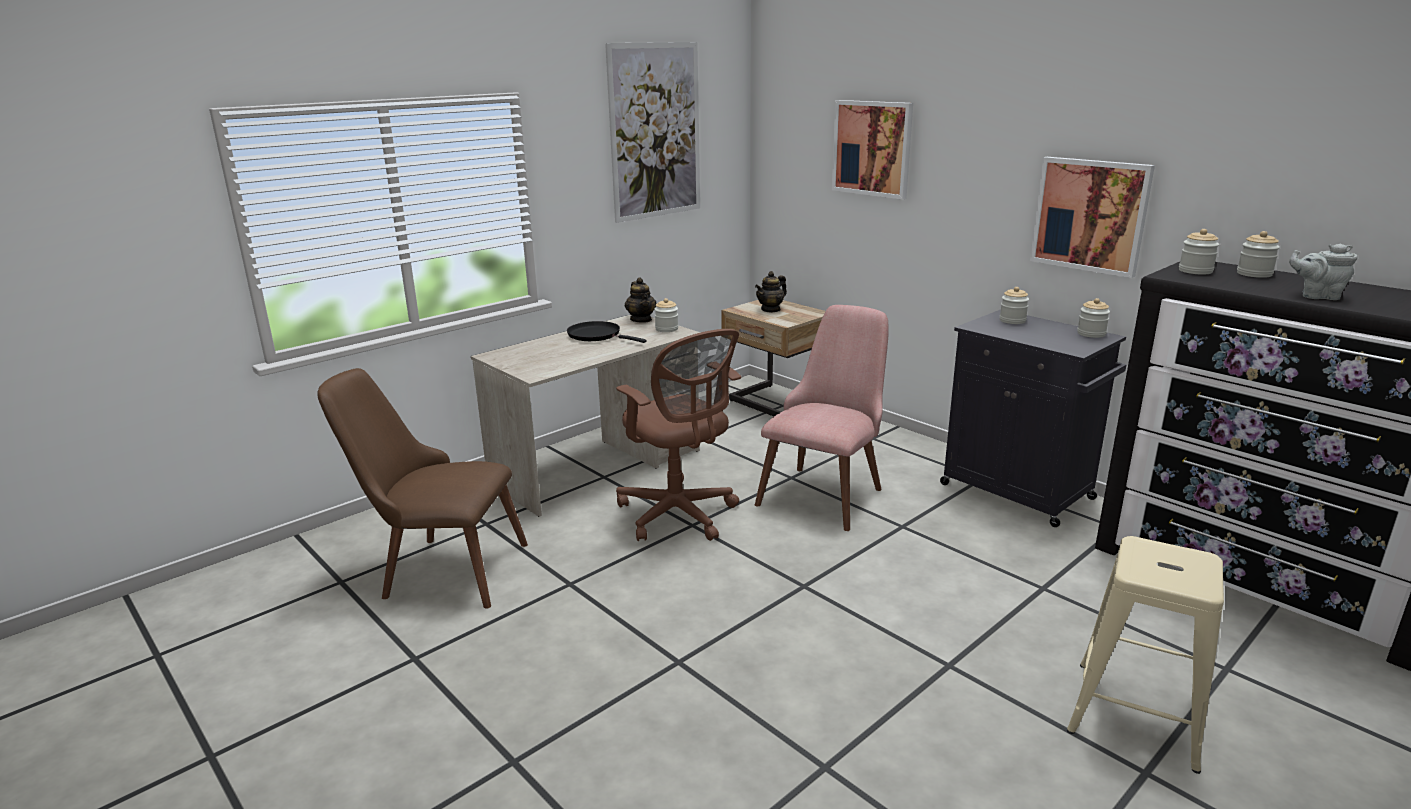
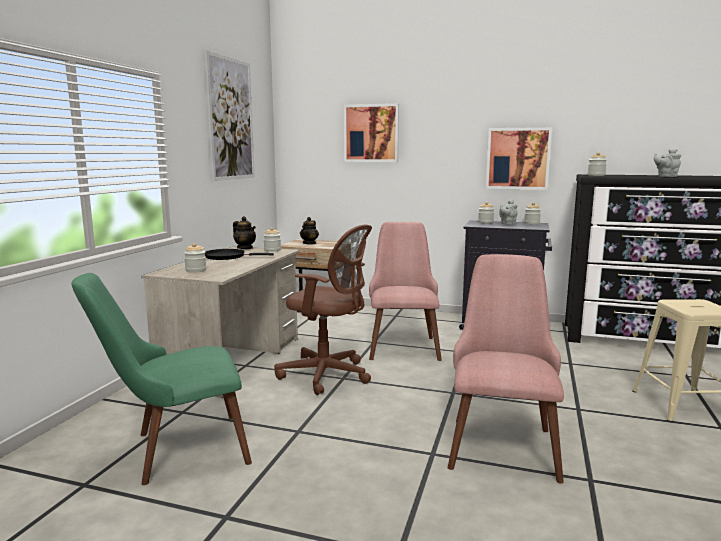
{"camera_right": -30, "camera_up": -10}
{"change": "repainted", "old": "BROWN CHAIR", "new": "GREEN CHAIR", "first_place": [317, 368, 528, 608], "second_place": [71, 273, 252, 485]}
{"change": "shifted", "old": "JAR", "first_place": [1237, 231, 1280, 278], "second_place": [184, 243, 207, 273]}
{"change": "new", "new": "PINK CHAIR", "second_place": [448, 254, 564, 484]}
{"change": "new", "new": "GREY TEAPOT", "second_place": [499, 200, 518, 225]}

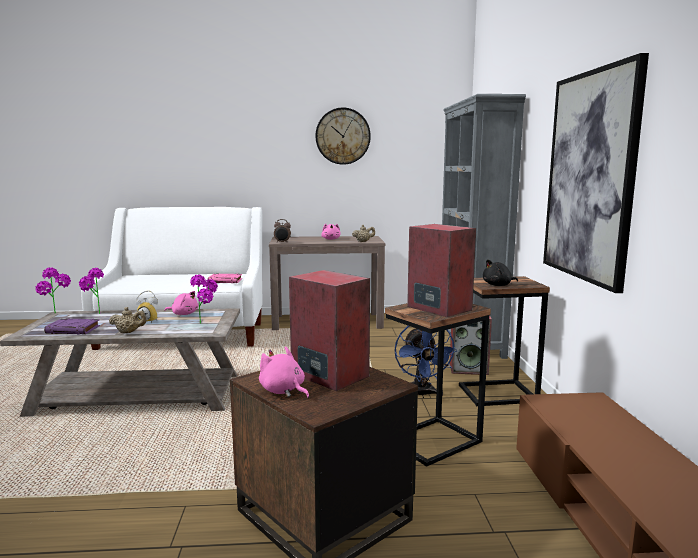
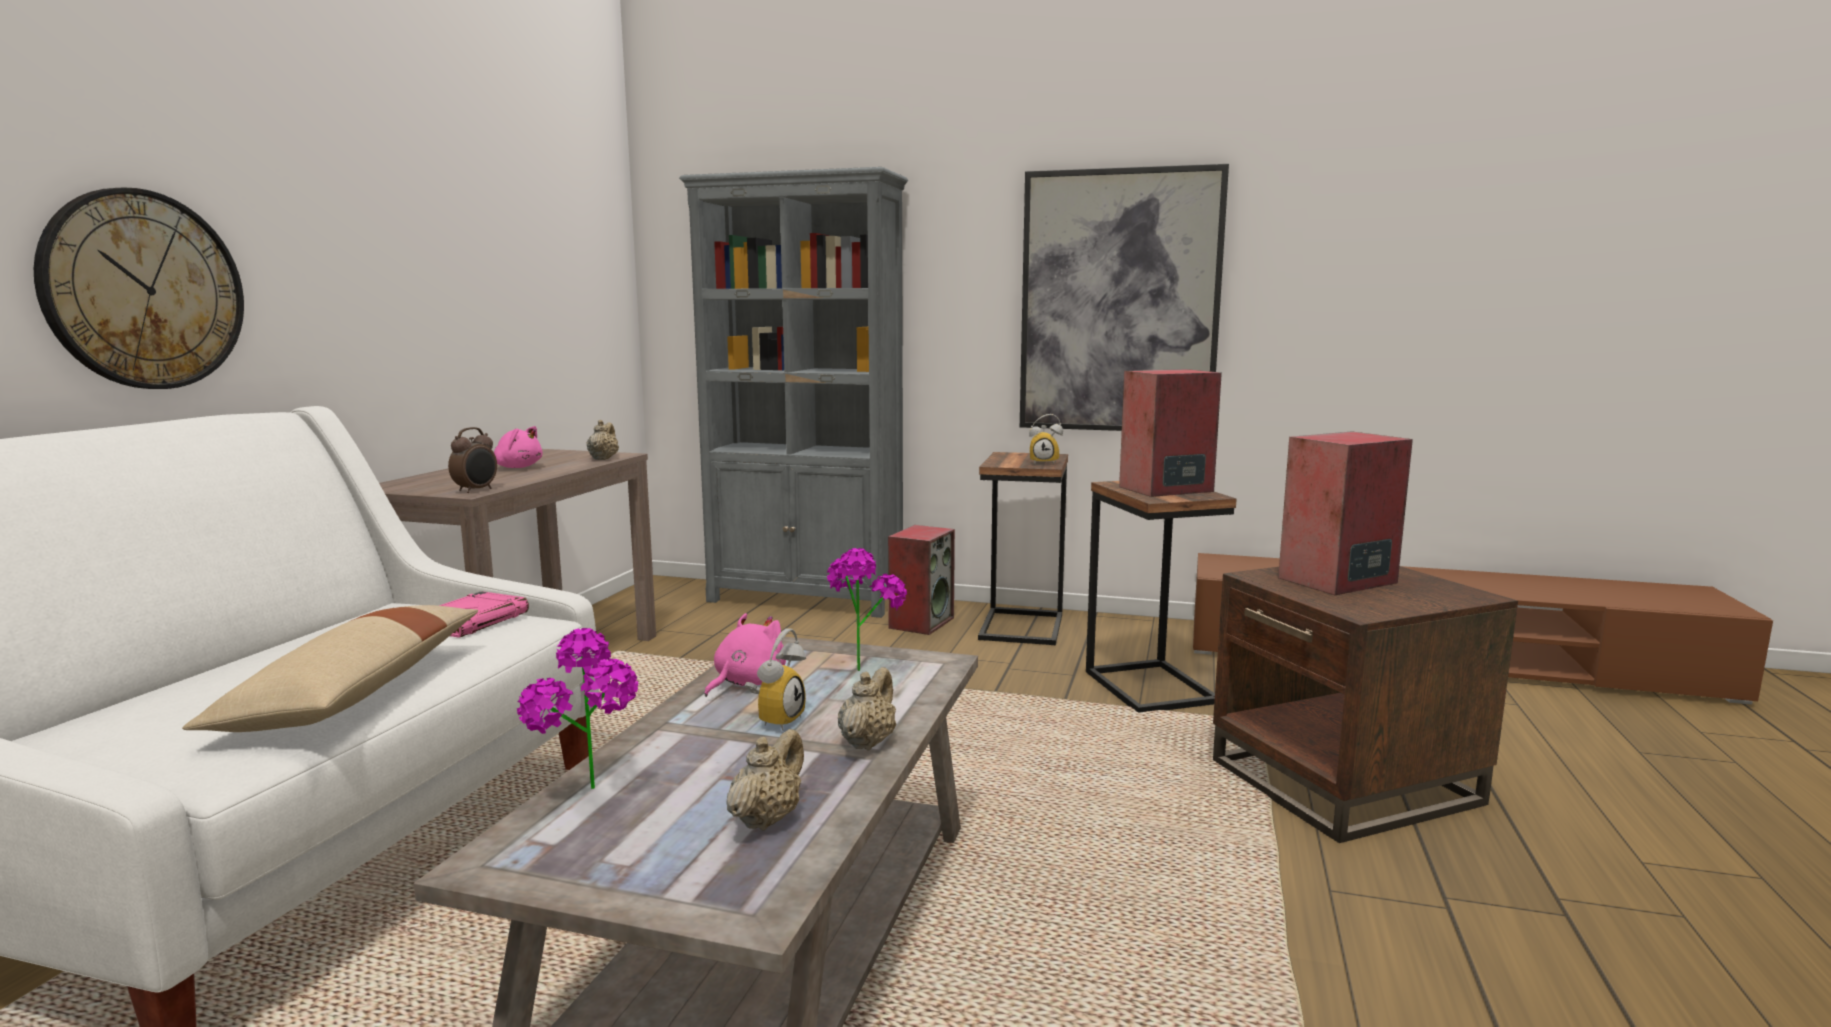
{"camera_right": -70, "camera_up": 0}
{"change": "shifted", "old": "WALL CLOCK", "first_place": [316, 107, 371, 165], "second_place": [34, 188, 244, 389]}
{"change": "new", "new": "BEIGE PILLOW", "second_place": [182, 605, 478, 732]}
{"change": "swapped", "old": "PURPLE BOOK", "new": "BEIGE TEAPOT", "first_place": [44, 318, 100, 334], "second_place": [726, 729, 804, 831]}
{"change": "swapped", "old": "BLACK PLUSH TOY", "new": "ALARM CLOCK", "first_place": [483, 259, 518, 286], "second_place": [1029, 414, 1063, 465]}
{"change": "gone", "old": "POTTED PLANT", "first_place": [35, 267, 71, 314]}
{"change": "gone", "old": "PINK PLUSH TOY", "first_place": [259, 346, 309, 398]}
{"change": "gone", "old": "BLUE FAN", "first_place": [395, 326, 457, 398]}

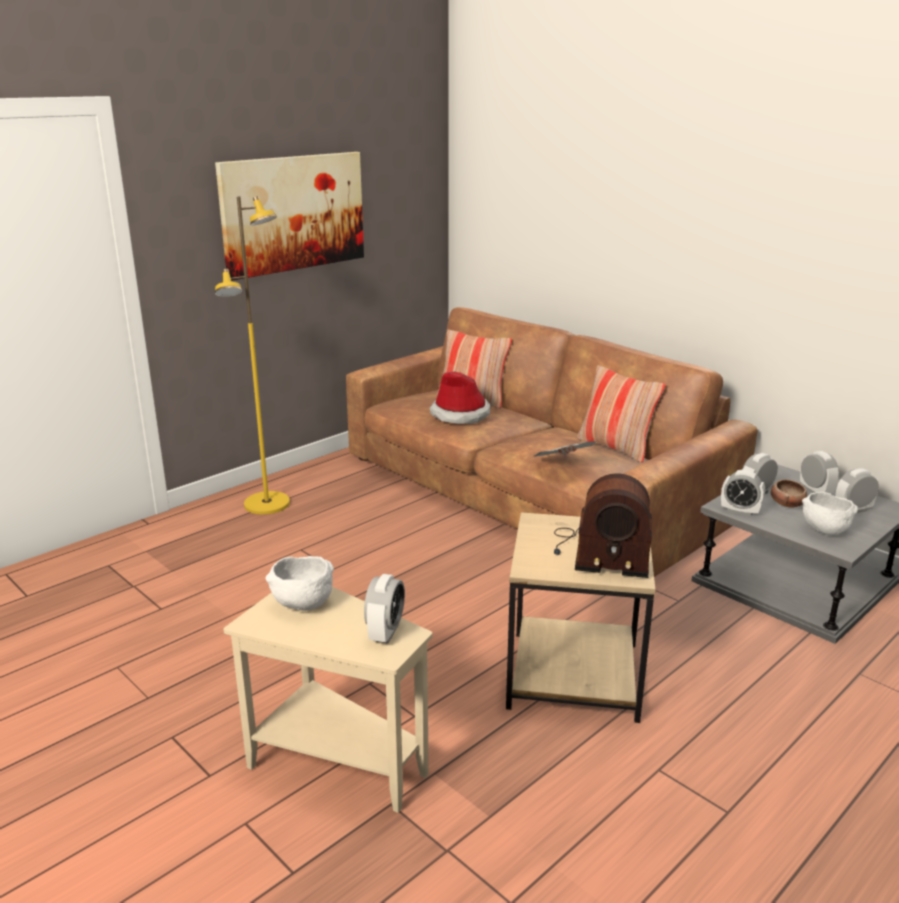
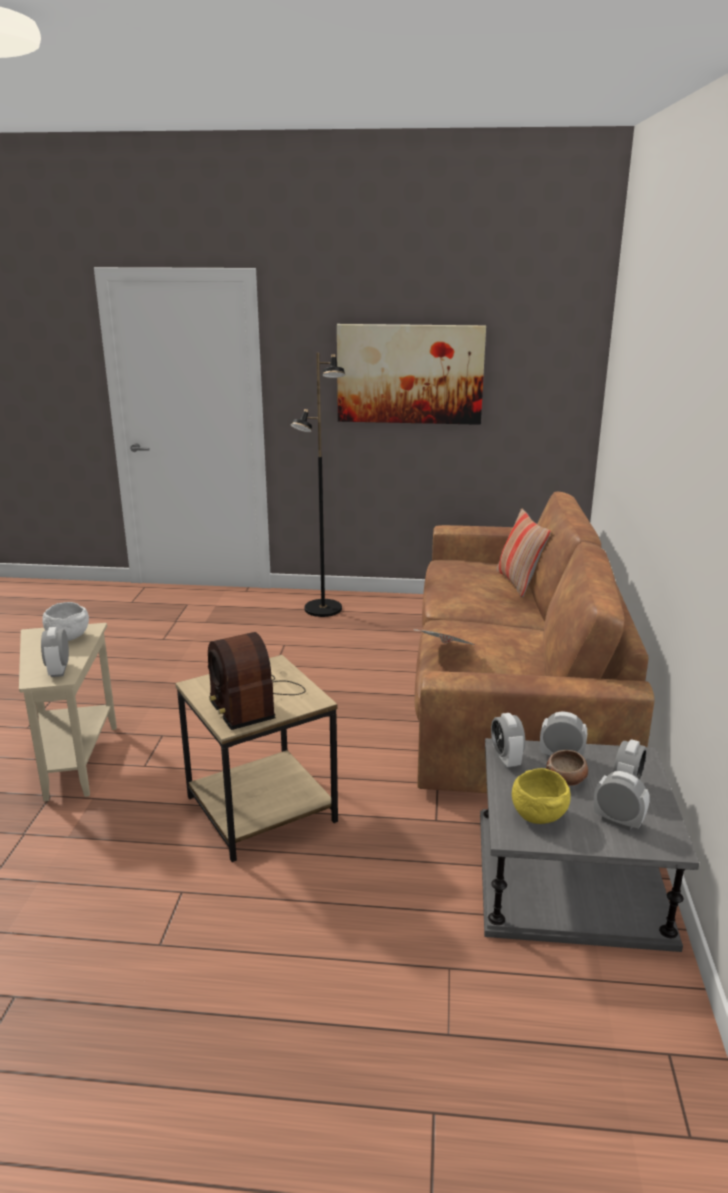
{"camera_right": 50, "camera_up": 0}
{"change": "rotated", "old": "ALARM CLOCK", "first_place": [364, 574, 405, 644], "second_place": [41, 627, 69, 677], "degrees": 105}
{"change": "repainted", "old": "YELLOW FLOOR LAMP", "new": "BLACK FLOOR LAMP", "first_place": [215, 196, 290, 515], "second_place": [291, 353, 345, 617]}
{"change": "repainted", "old": "WHITE BOWL", "new": "YELLOW BOWL", "first_place": [802, 492, 858, 535], "second_place": [512, 768, 571, 824]}
{"change": "gone", "old": "HAT", "first_place": [430, 372, 490, 424]}
{"change": "gone", "old": "PILLOW", "first_place": [577, 365, 665, 463]}

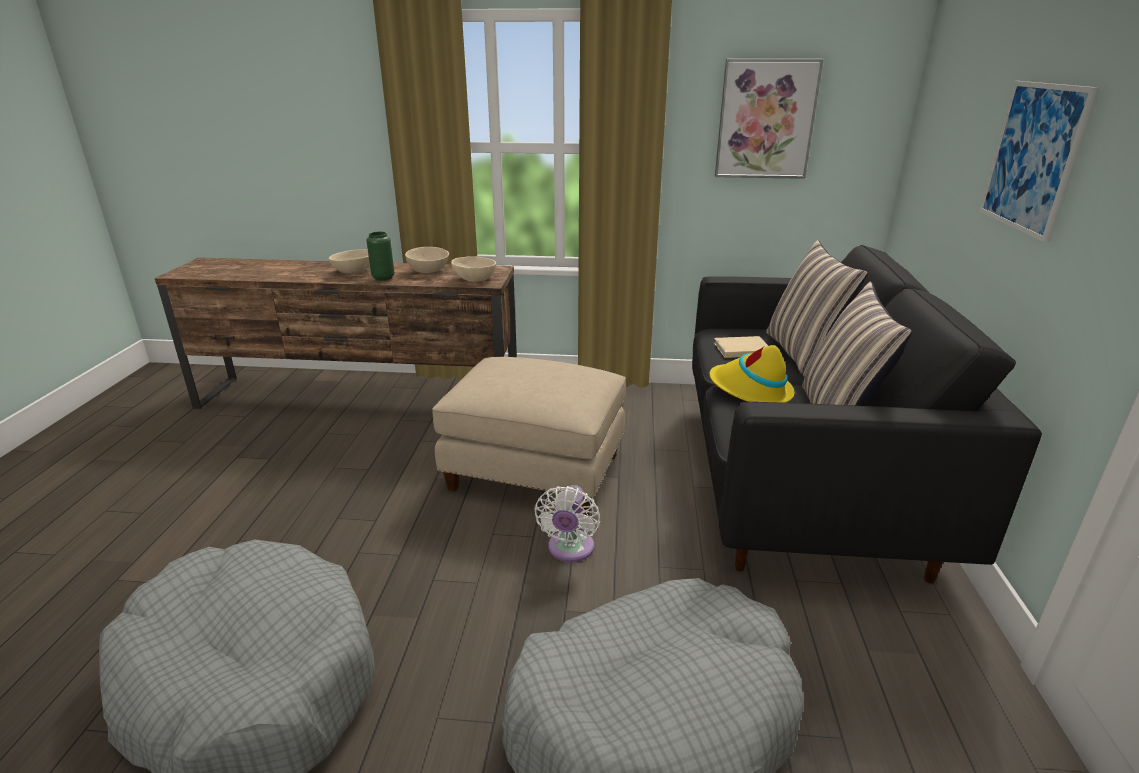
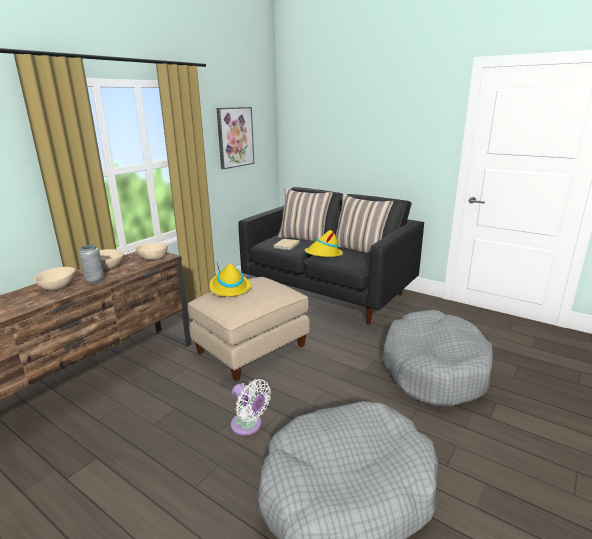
{"camera_right": -60, "camera_up": -5}
{"change": "repainted", "old": "GREEN VASE", "new": "GREY VASE", "first_place": [367, 232, 395, 281], "second_place": [79, 245, 104, 283]}
{"change": "new", "new": "YELLOW HAT", "second_place": [209, 262, 252, 297]}
{"change": "shifted", "old": "WHITE FAN", "first_place": [534, 485, 600, 562], "second_place": [230, 379, 271, 436]}
{"change": "gone", "old": "PICTURE", "first_place": [979, 81, 1098, 242]}

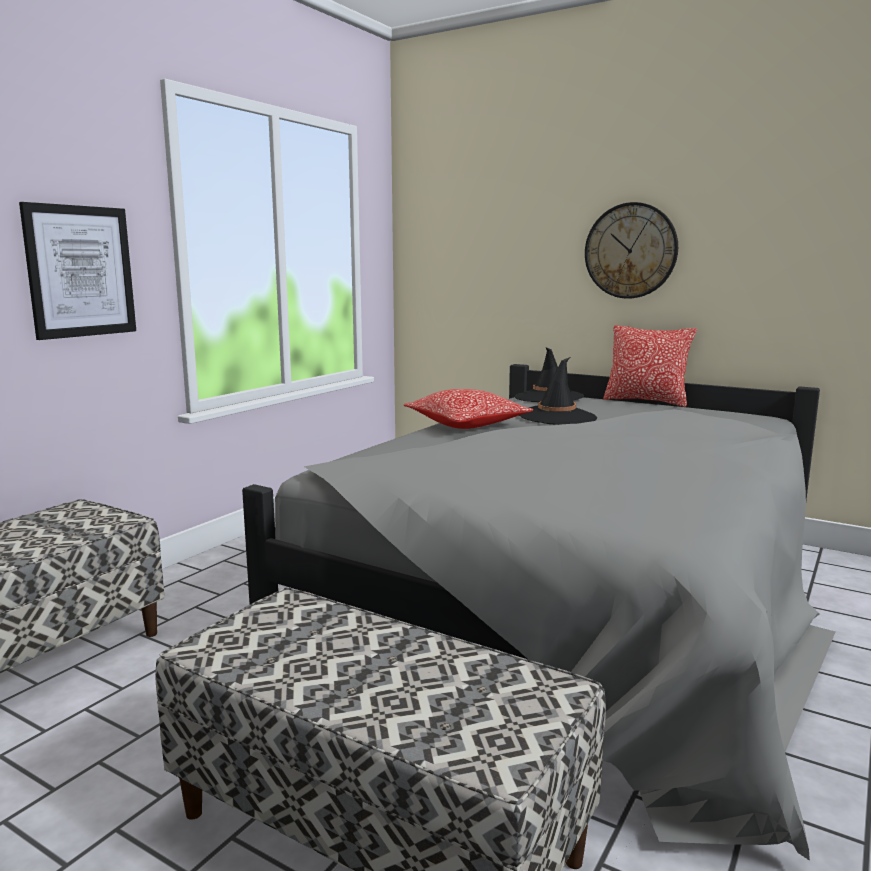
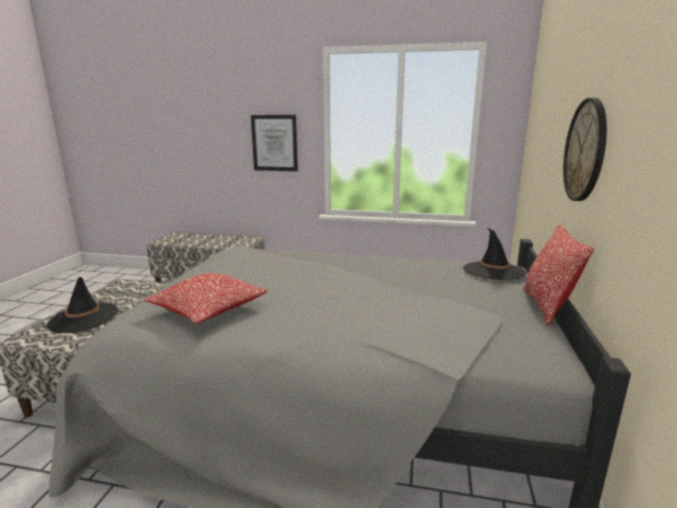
{"camera_right": 70, "camera_up": 5}
{"change": "shifted", "old": "BLACK HAT", "first_place": [519, 357, 597, 425], "second_place": [47, 277, 118, 333]}
{"change": "shifted", "old": "PILLOW", "first_place": [404, 389, 533, 429], "second_place": [144, 273, 268, 324]}

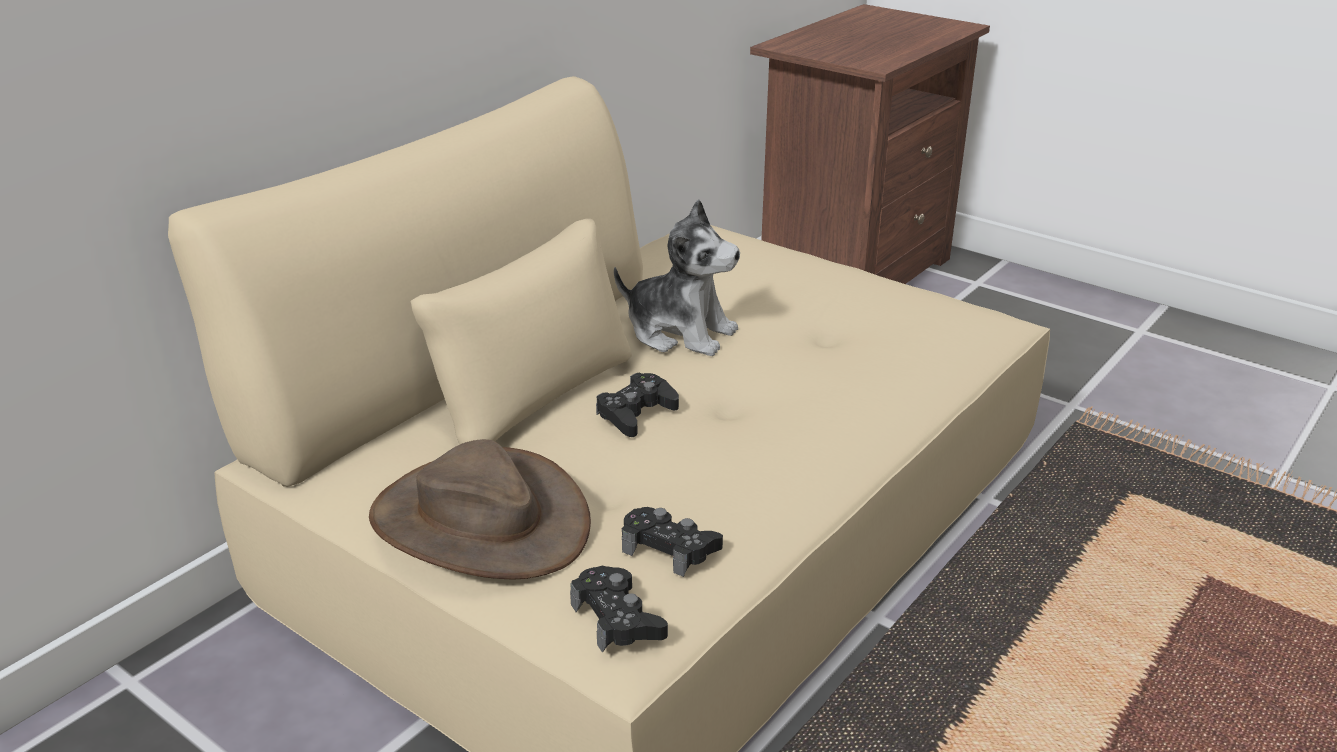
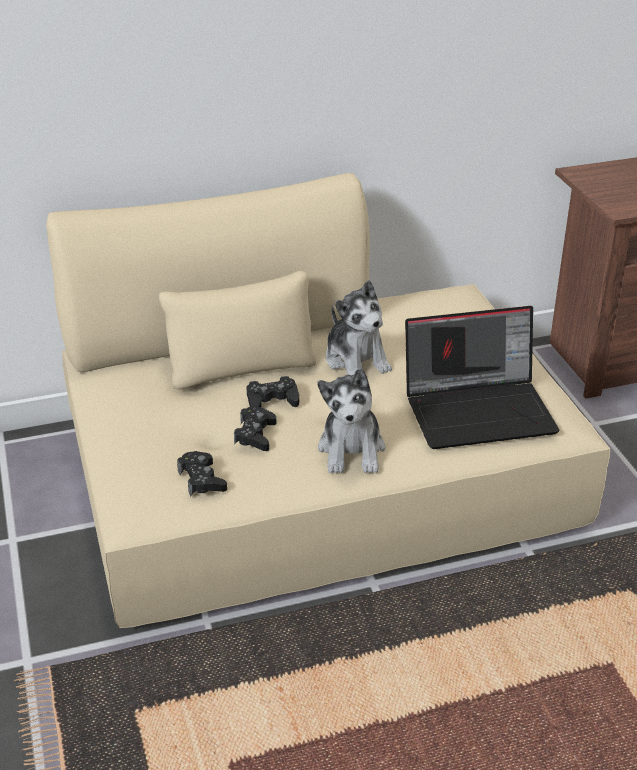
{"camera_right": 35, "camera_up": 5}
{"change": "shifted", "old": "BLACK GAME CONTROLLER", "first_place": [570, 566, 668, 653], "second_place": [234, 406, 276, 451]}
{"change": "new", "new": "PLUSH TOY", "second_place": [317, 368, 385, 474]}
{"change": "new", "new": "LAPTOP", "second_place": [405, 306, 559, 449]}
{"change": "gone", "old": "BROWN HAT", "first_place": [369, 439, 591, 580]}

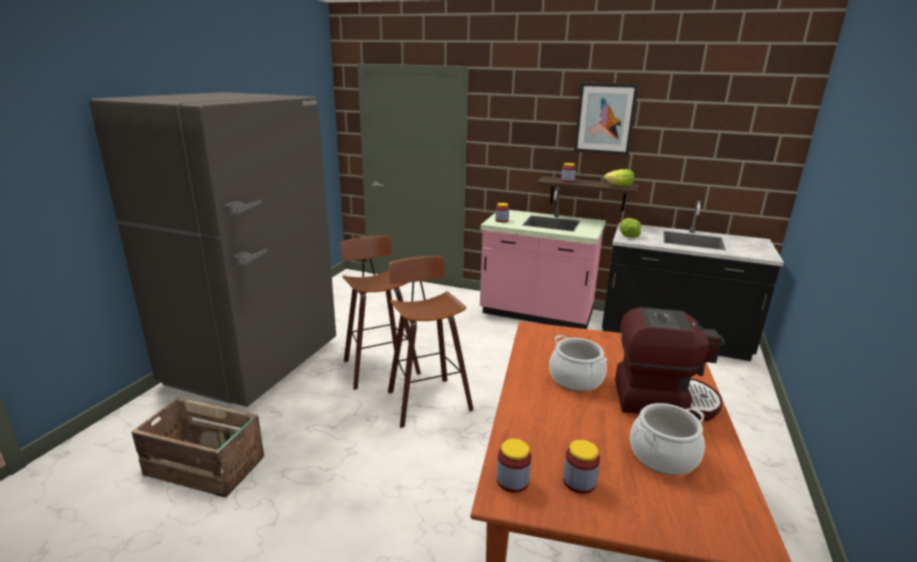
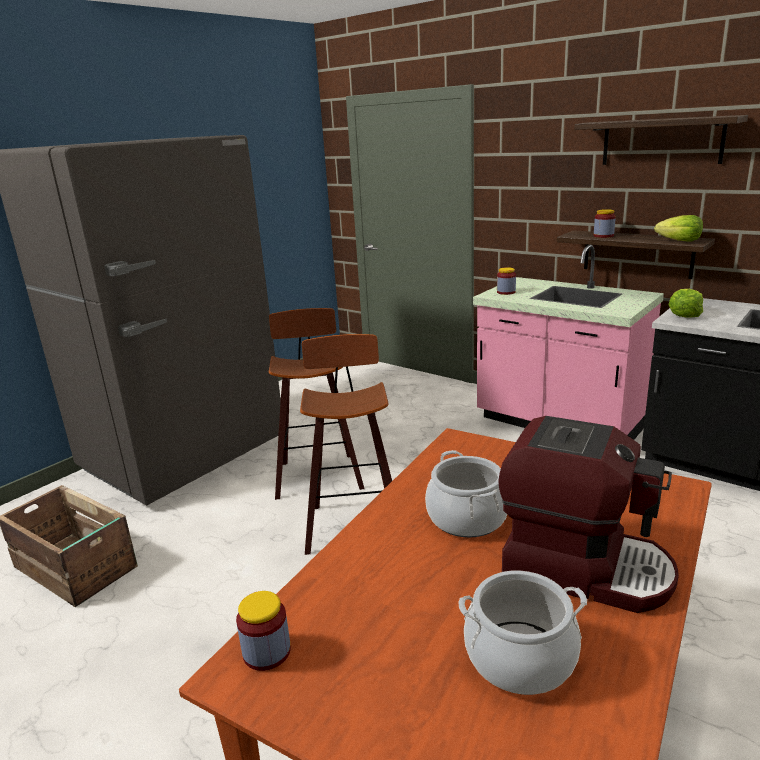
{"camera_right": 20, "camera_up": 0}
{"change": "swapped", "old": "PICTURE", "new": "SHELF", "first_place": [574, 82, 639, 155], "second_place": [574, 115, 748, 165]}
{"change": "gone", "old": "JAR", "first_place": [563, 440, 600, 494]}

